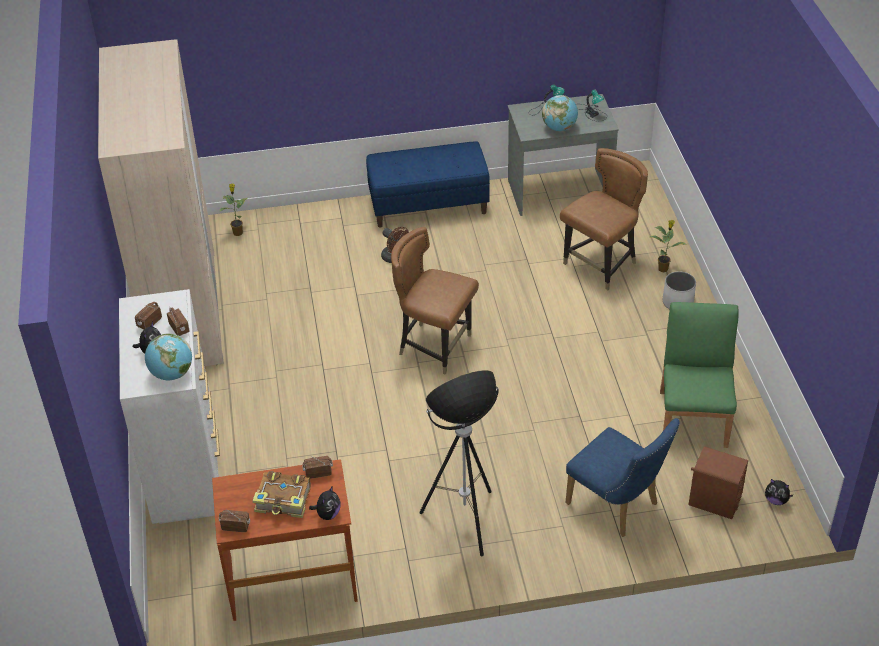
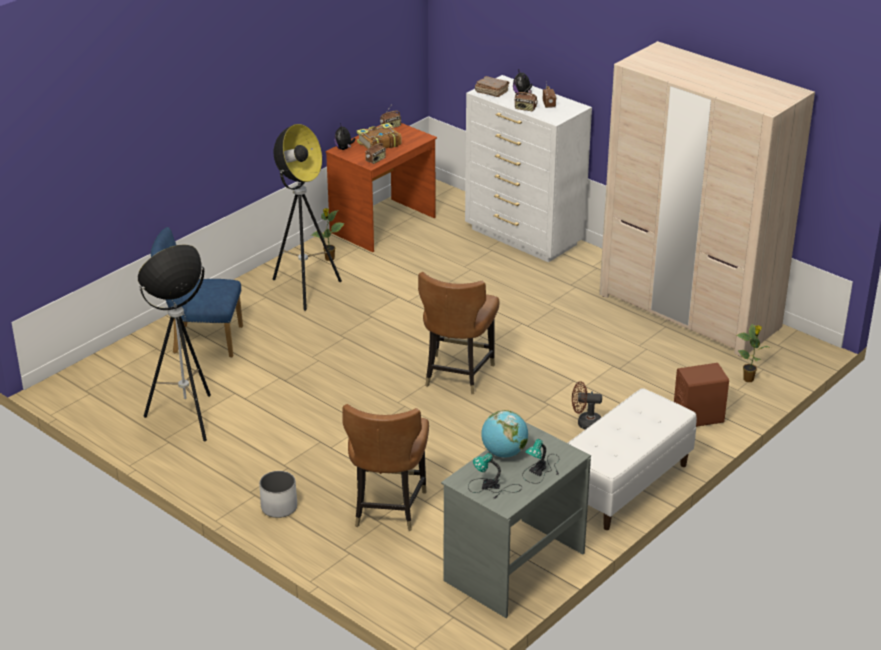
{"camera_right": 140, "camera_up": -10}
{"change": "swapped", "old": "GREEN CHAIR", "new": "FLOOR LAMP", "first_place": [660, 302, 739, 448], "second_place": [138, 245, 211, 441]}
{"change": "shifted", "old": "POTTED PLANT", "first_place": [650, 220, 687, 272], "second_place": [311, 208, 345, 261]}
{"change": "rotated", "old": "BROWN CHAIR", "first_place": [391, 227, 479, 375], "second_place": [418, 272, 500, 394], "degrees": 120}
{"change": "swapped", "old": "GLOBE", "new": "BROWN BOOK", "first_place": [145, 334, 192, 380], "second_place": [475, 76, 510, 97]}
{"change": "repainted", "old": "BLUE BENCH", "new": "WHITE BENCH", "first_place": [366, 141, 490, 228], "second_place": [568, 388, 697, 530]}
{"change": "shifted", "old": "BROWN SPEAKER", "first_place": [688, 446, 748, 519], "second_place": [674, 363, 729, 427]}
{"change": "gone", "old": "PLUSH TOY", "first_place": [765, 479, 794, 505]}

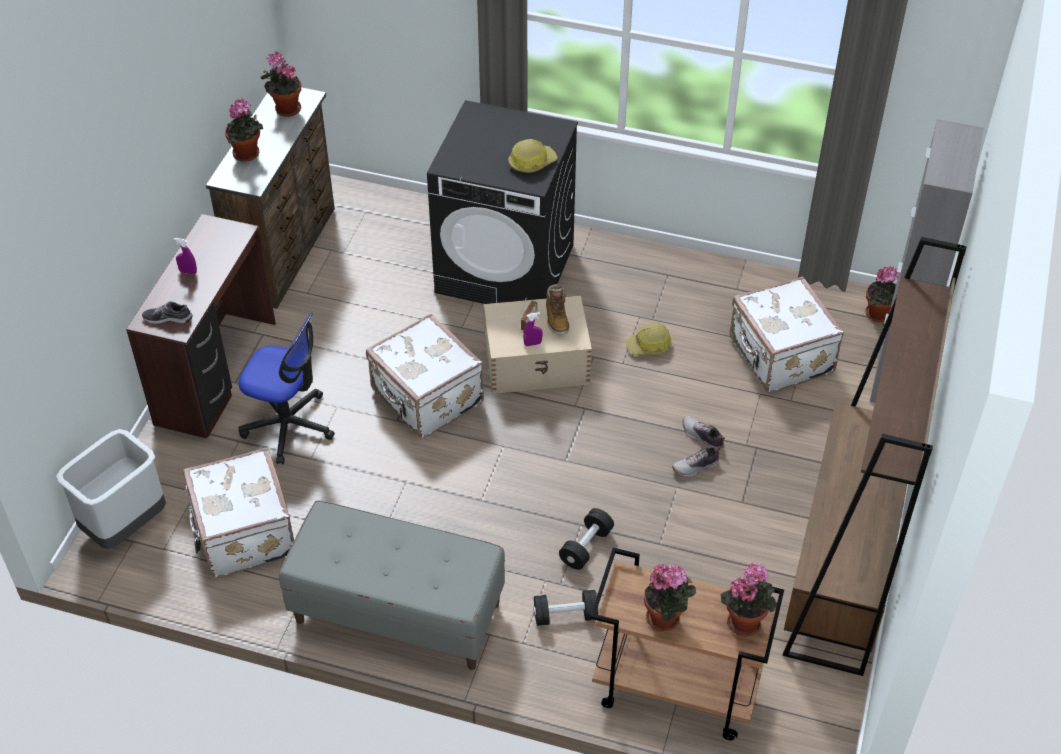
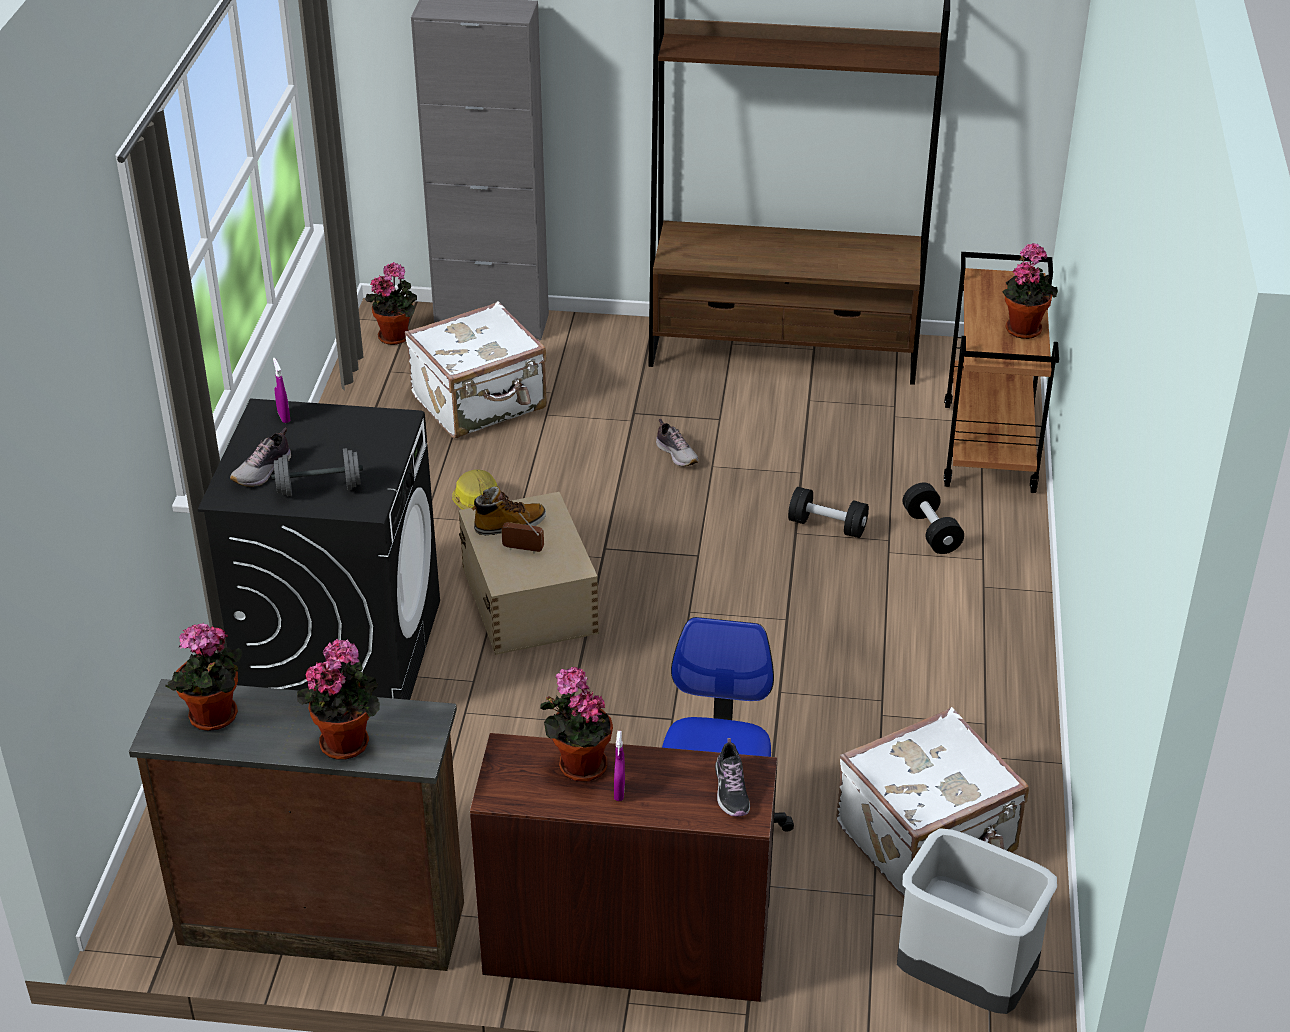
{"camera_right": -100, "camera_up": -10}
{"change": "shifted", "old": "SHOE", "first_place": [683, 416, 725, 451], "second_place": [230, 428, 291, 487]}
{"change": "new", "new": "GREY DUMBBELL", "second_place": [271, 448, 363, 497]}
{"change": "shifted", "old": "PURPLE SPRAY BOTTLE", "first_place": [523, 312, 542, 346], "second_place": [273, 358, 290, 423]}
{"change": "shifted", "old": "POTTED PLANT", "first_place": [721, 563, 777, 637], "second_place": [540, 667, 613, 782]}
{"change": "gone", "old": "GREY BENCH", "first_place": [279, 501, 505, 670]}
{"change": "gone", "old": "WHITE SUITCASE", "first_place": [366, 314, 484, 438]}
{"change": "gone", "old": "HARD HAT", "first_place": [508, 139, 558, 173]}

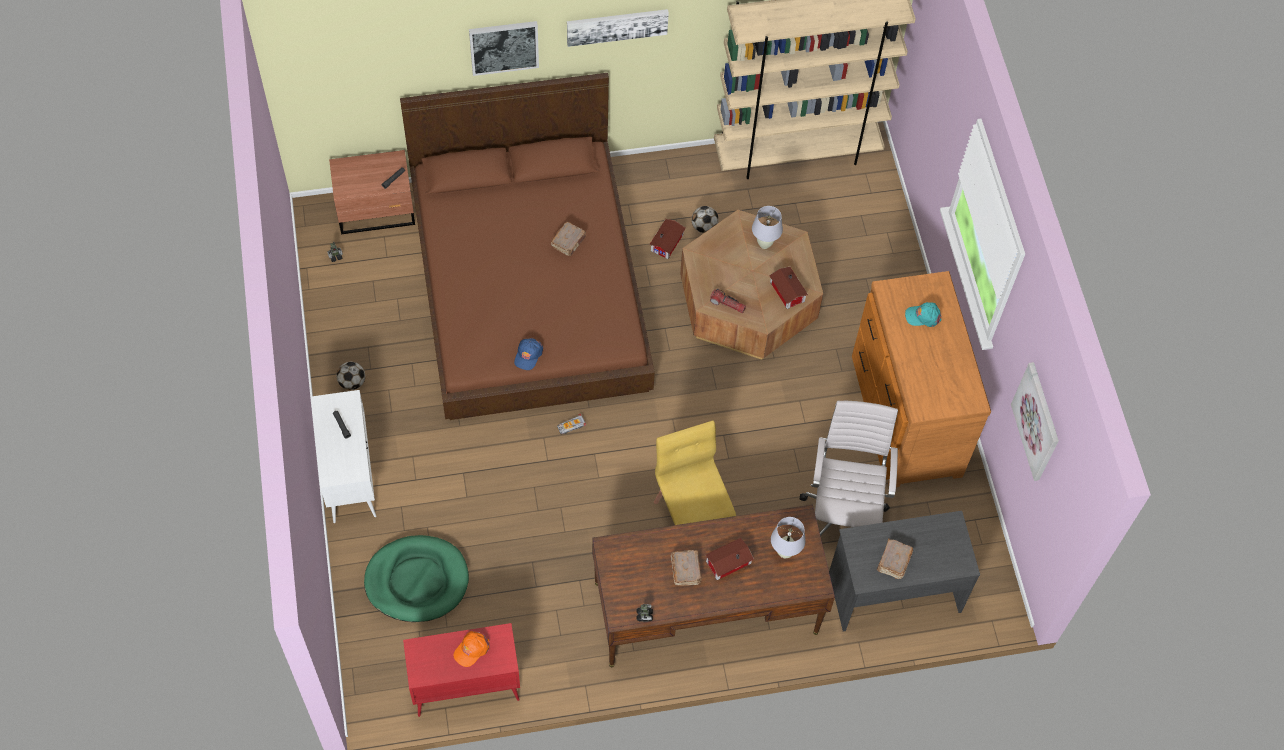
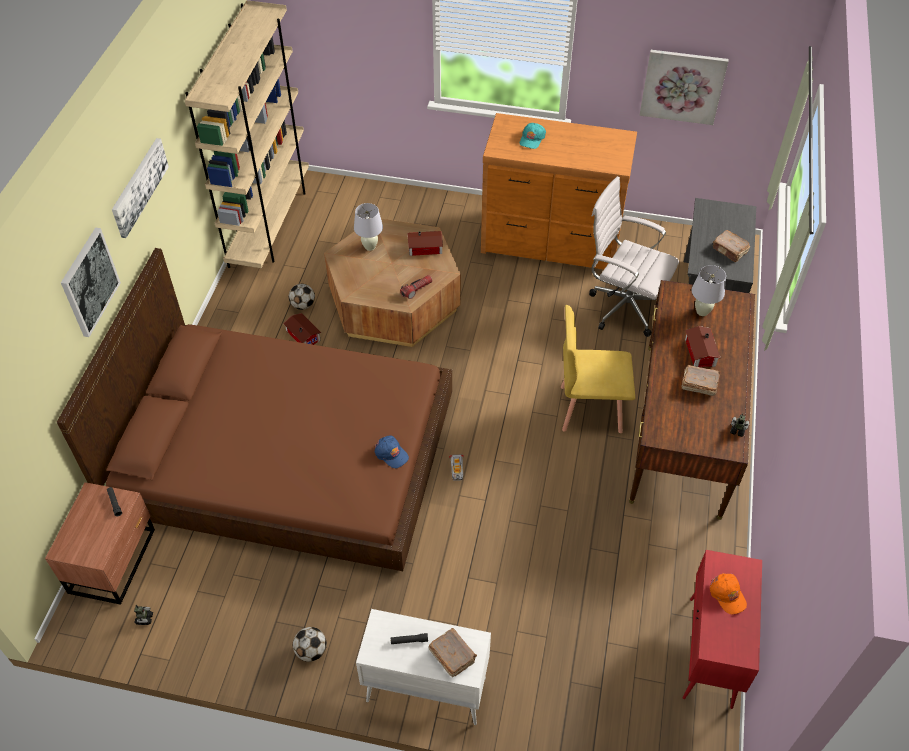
{"camera_right": -65, "camera_up": -10}
{"change": "shifted", "old": "BROWN BOOK", "first_place": [551, 222, 586, 256], "second_place": [429, 628, 477, 677]}
{"change": "gone", "old": "GREEN DOG BED", "first_place": [364, 535, 469, 622]}

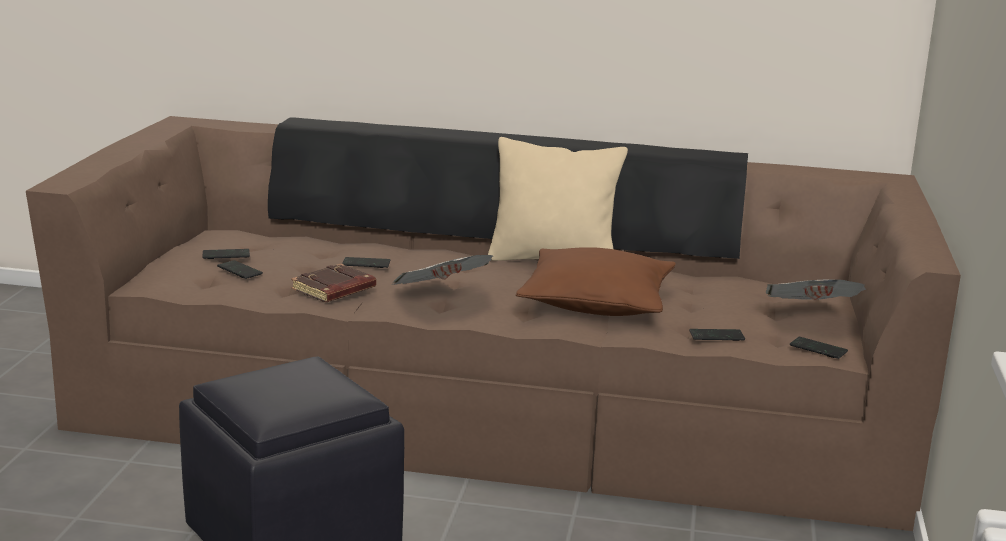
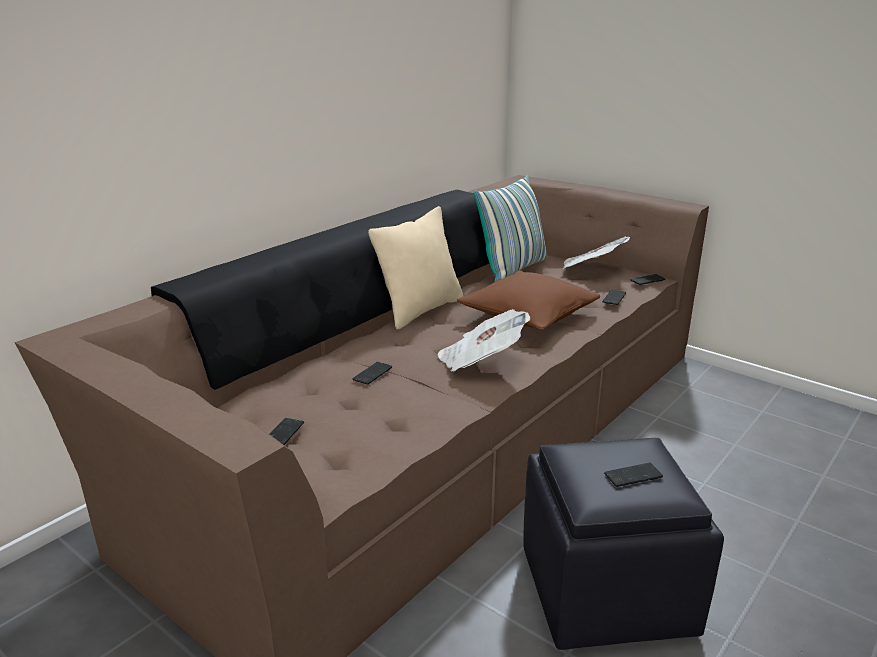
{"camera_right": -60, "camera_up": 5}
{"change": "new", "new": "PILLOW", "second_place": [474, 175, 548, 282]}
{"change": "shifted", "old": "PHONE", "first_place": [217, 260, 263, 279], "second_place": [604, 463, 663, 487]}
{"change": "gone", "old": "BROWN BOOK", "first_place": [291, 264, 376, 302]}

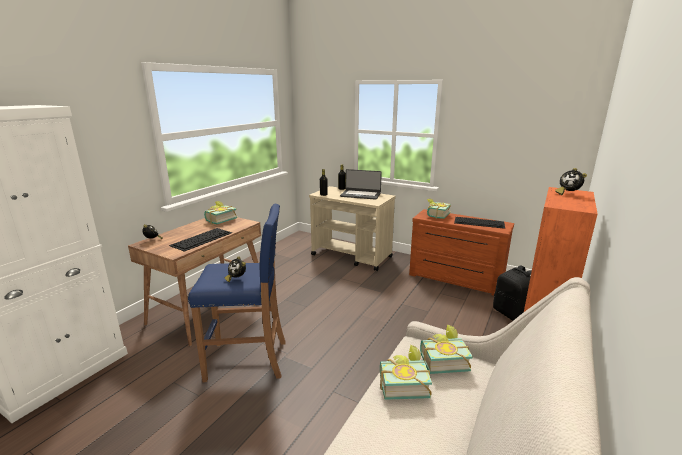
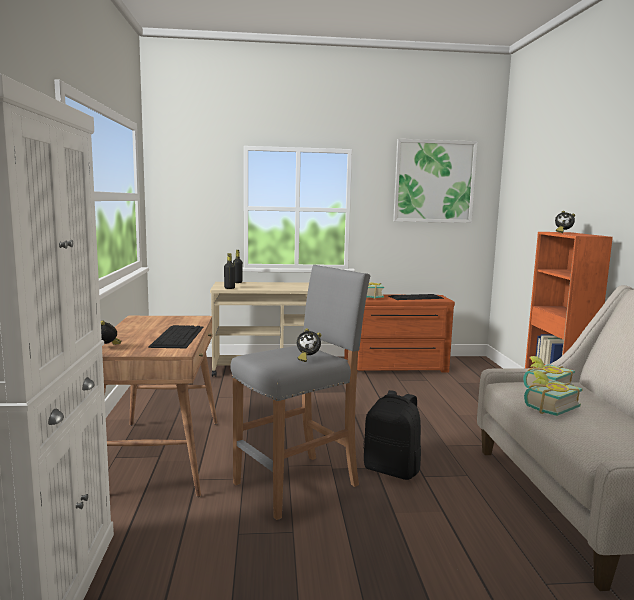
{"camera_right": -35, "camera_up": -10}
{"change": "repainted", "old": "BLUE STOOL", "new": "GREY STOOL", "first_place": [188, 204, 286, 382], "second_place": [230, 265, 370, 520]}
{"change": "shifted", "old": "BLACK BACKPACK", "first_place": [493, 265, 532, 321], "second_place": [363, 390, 421, 480]}
{"change": "new", "new": "PICTURE", "second_place": [393, 139, 478, 223]}
{"change": "gone", "old": "BOOK", "first_place": [204, 201, 237, 224]}
{"change": "gone", "old": "LAPTOP", "first_place": [340, 169, 382, 200]}

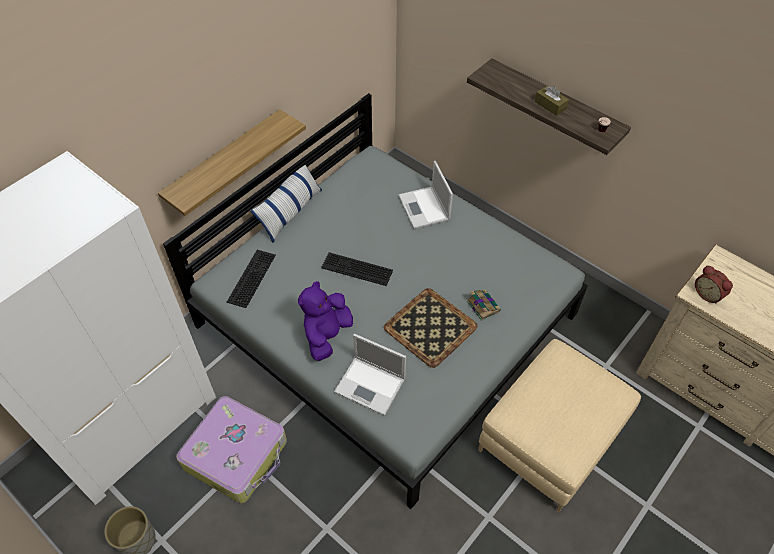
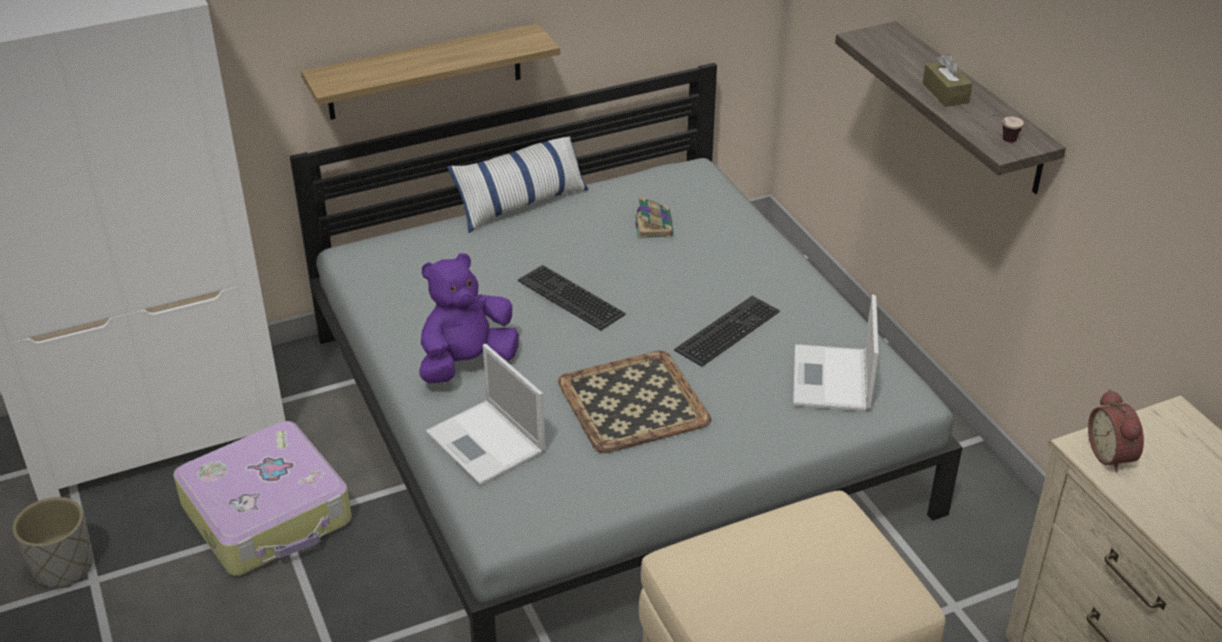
{"camera_right": 25, "camera_up": -15}
{"change": "shifted", "old": "BOOK", "first_place": [467, 290, 501, 321], "second_place": [635, 196, 674, 238]}
{"change": "shifted", "old": "KEYBOARD", "first_place": [227, 250, 276, 308], "second_place": [674, 296, 780, 367]}
{"change": "shifted", "old": "LAPTOP", "first_place": [398, 161, 453, 229], "second_place": [793, 294, 879, 412]}

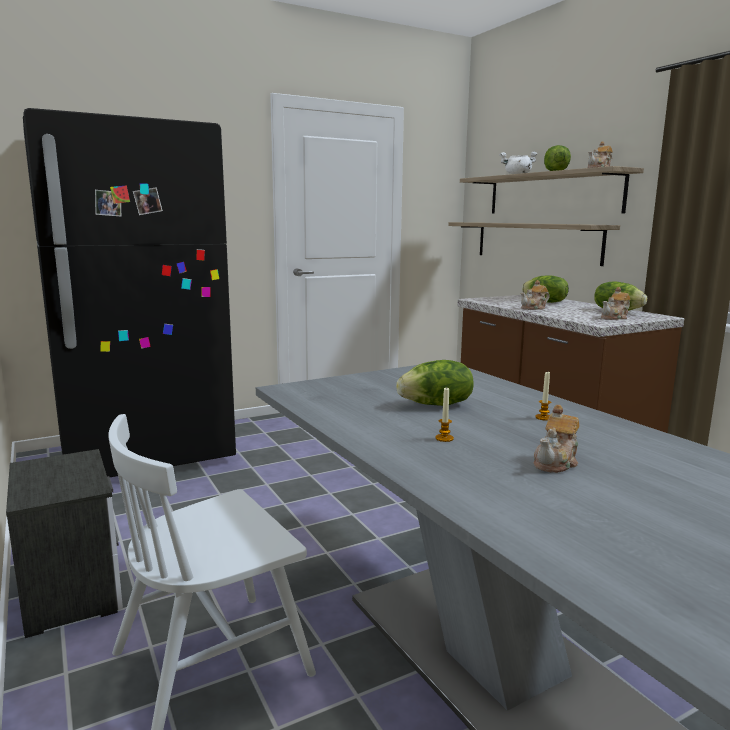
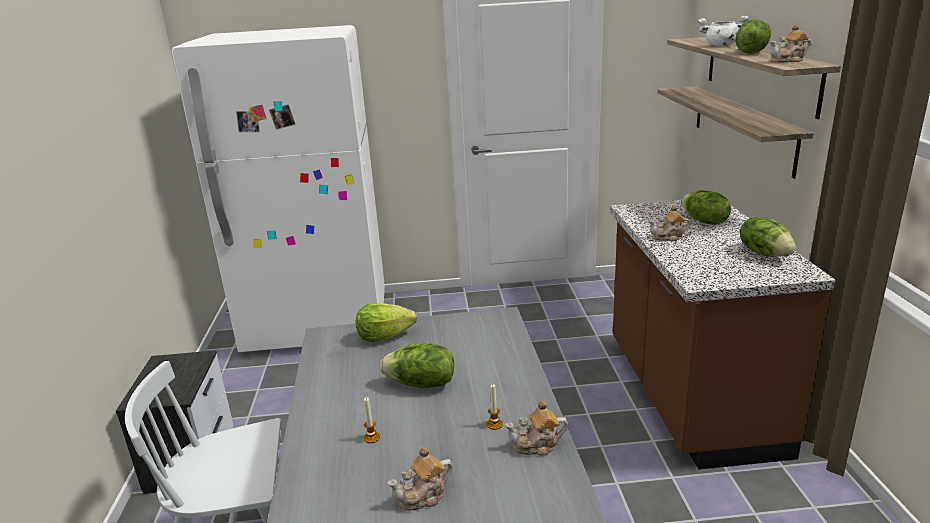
{"camera_right": 25, "camera_up": 10}
{"change": "repainted", "old": "BLACK FRIDGE", "new": "WHITE FRIDGE", "first_place": [23, 108, 236, 477], "second_place": [172, 25, 385, 352]}
{"change": "new", "new": "LETTUCE", "second_place": [356, 303, 417, 342]}
{"change": "shifted", "old": "TEAPOT", "first_place": [601, 287, 631, 320], "second_place": [505, 400, 568, 456]}

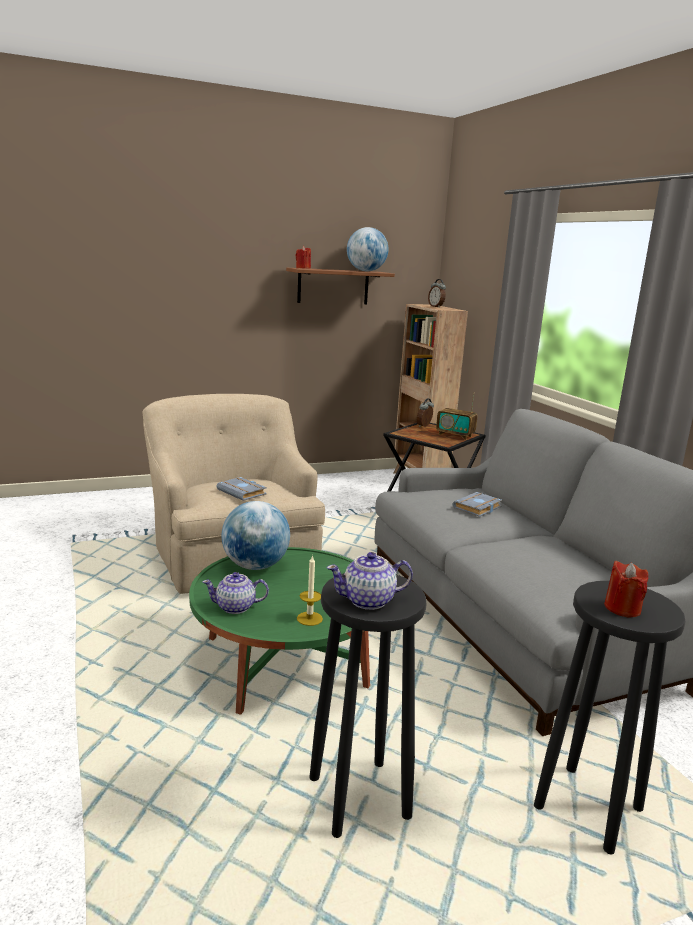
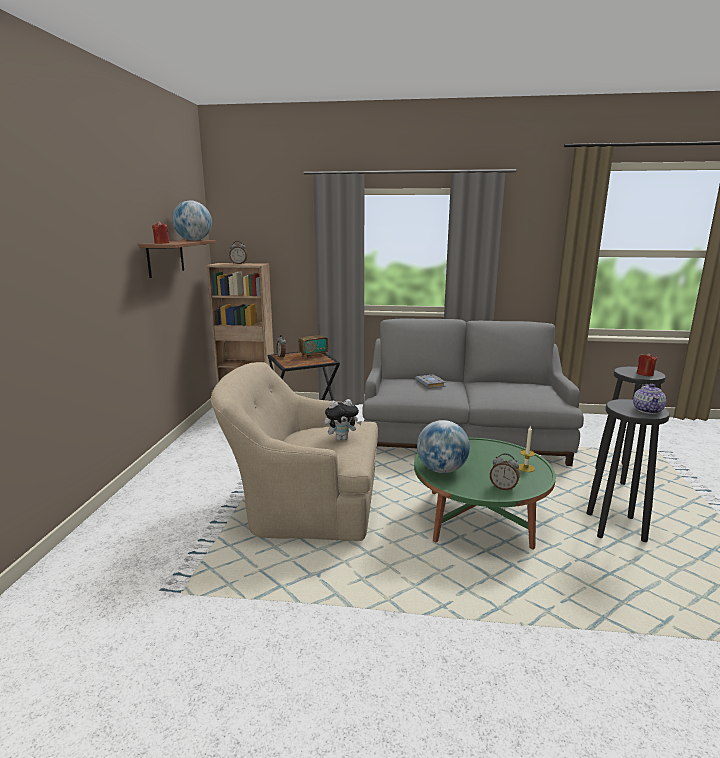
{"camera_right": -60, "camera_up": 0}
{"change": "swapped", "old": "GREY BOOK", "new": "PLUSH TOY", "first_place": [216, 477, 267, 501], "second_place": [325, 399, 362, 441]}
{"change": "swapped", "old": "TEAPOT", "new": "ALARM CLOCK", "first_place": [203, 572, 269, 614], "second_place": [490, 453, 519, 491]}

